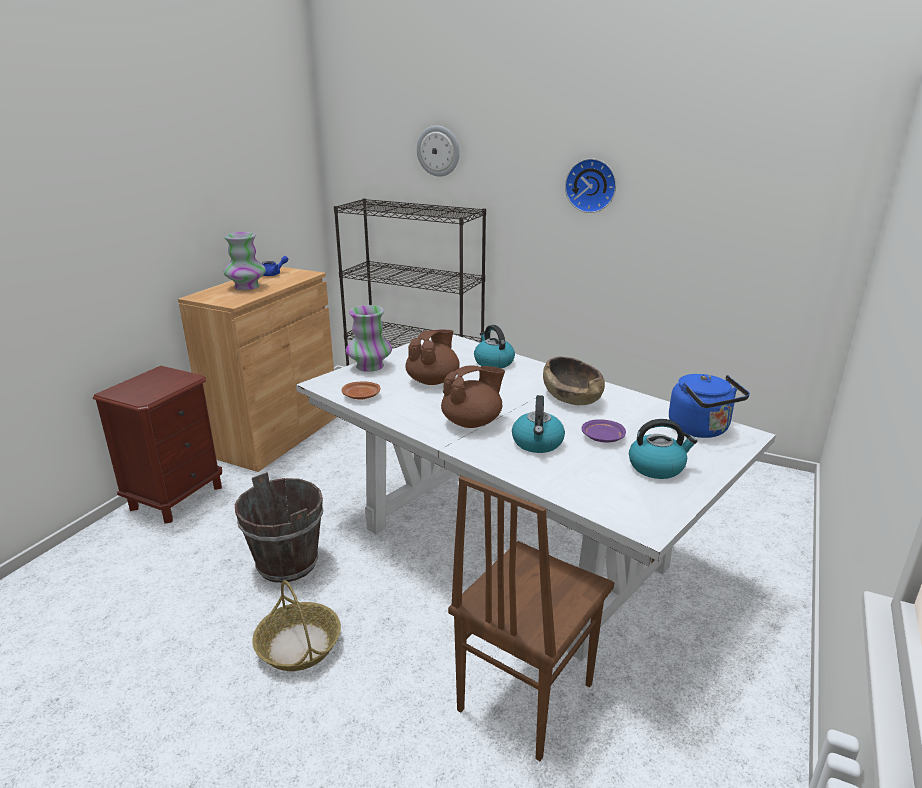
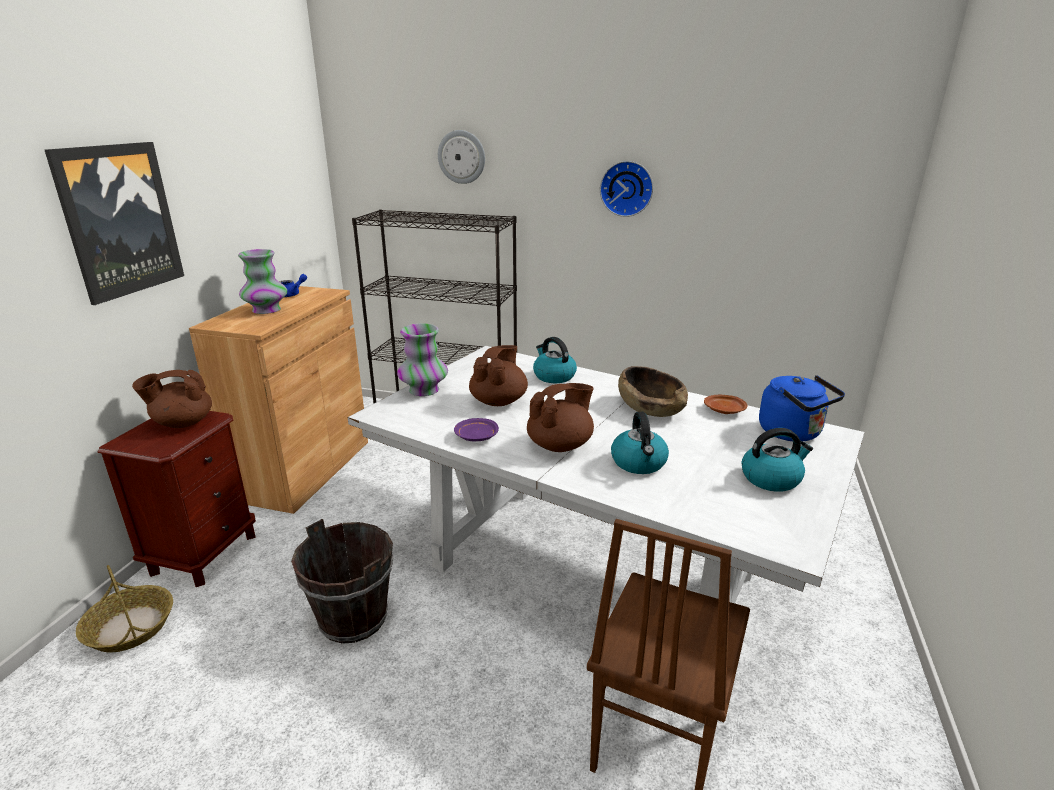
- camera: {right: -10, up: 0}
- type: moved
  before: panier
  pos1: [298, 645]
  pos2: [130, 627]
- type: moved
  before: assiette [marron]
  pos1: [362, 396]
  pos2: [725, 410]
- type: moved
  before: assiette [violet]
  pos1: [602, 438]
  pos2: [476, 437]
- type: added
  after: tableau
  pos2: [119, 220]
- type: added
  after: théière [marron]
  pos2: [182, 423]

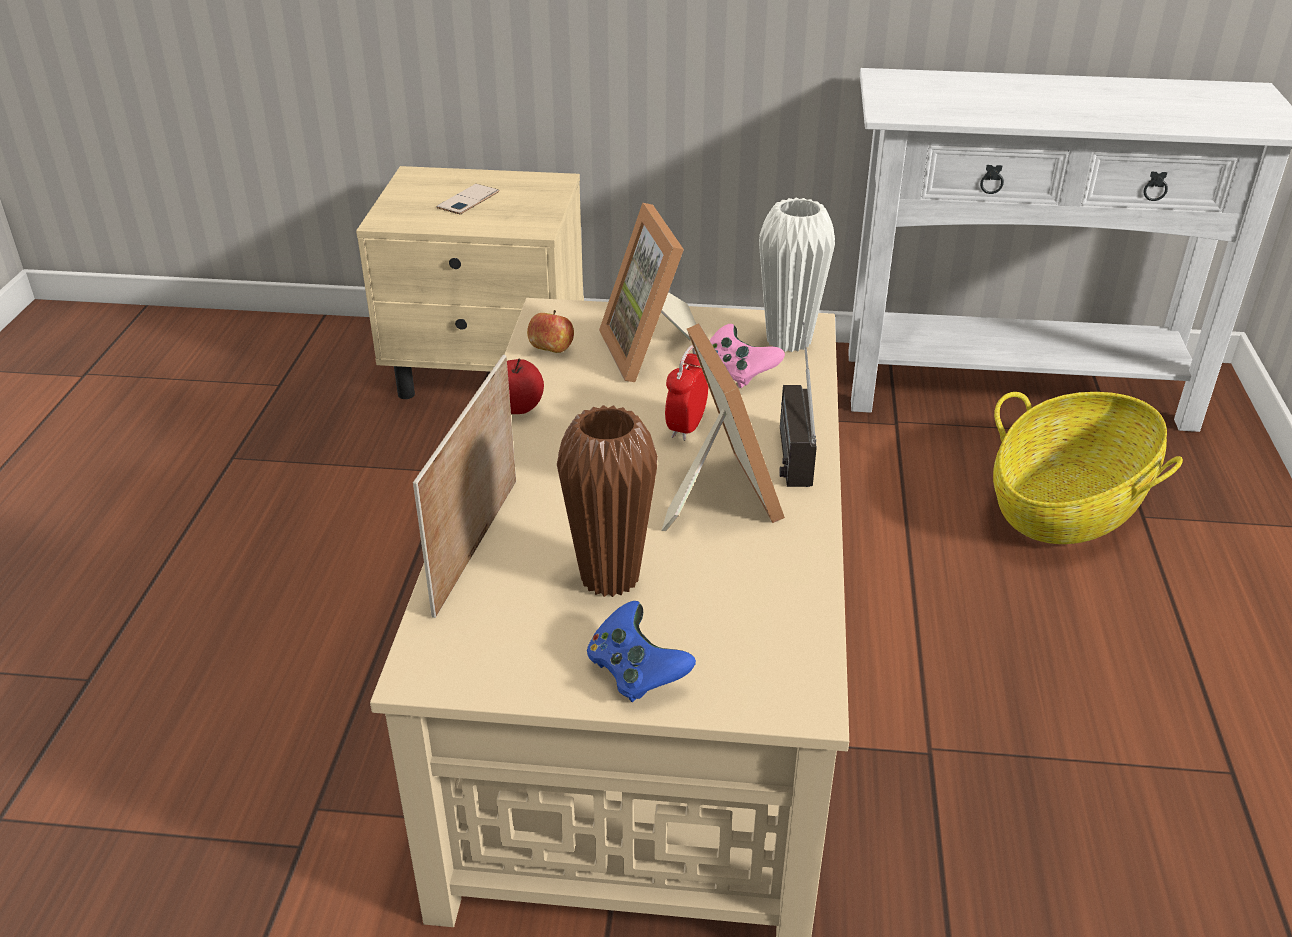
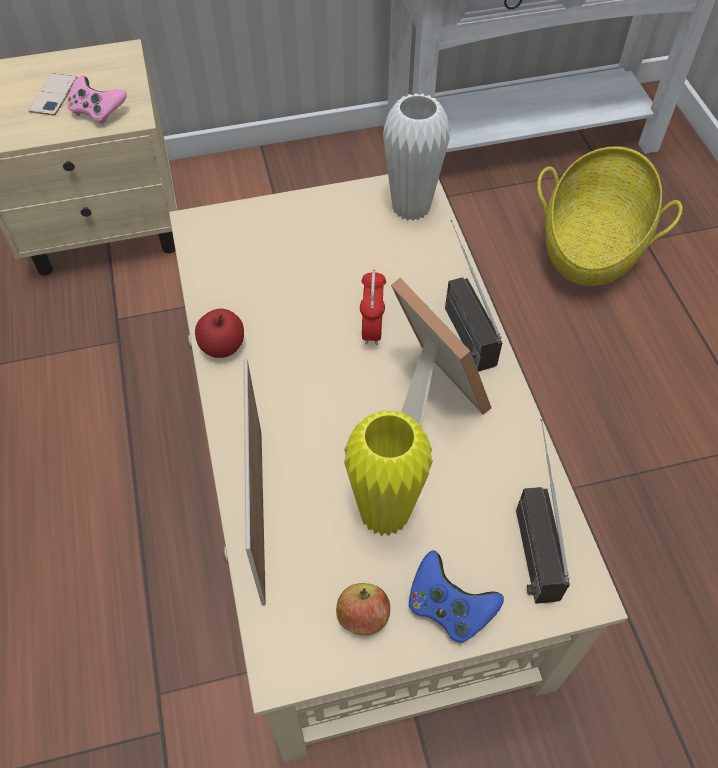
- camera: {right: -20, up: 20}
- type: moved
  before: pomme
  pos1: [551, 351]
  pos2: [363, 617]
- type: recoloured
  before: vase [marron]
  after: vase [jaune]
  pos1: [610, 578]
  pos2: [384, 514]
- type: removed
  before: cadre photo
  pos1: [652, 351]
- type: moved
  before: manette [rose]
  pos1: [737, 372]
  pos2: [97, 112]
- type: added
  after: radio
  pos2: [528, 529]

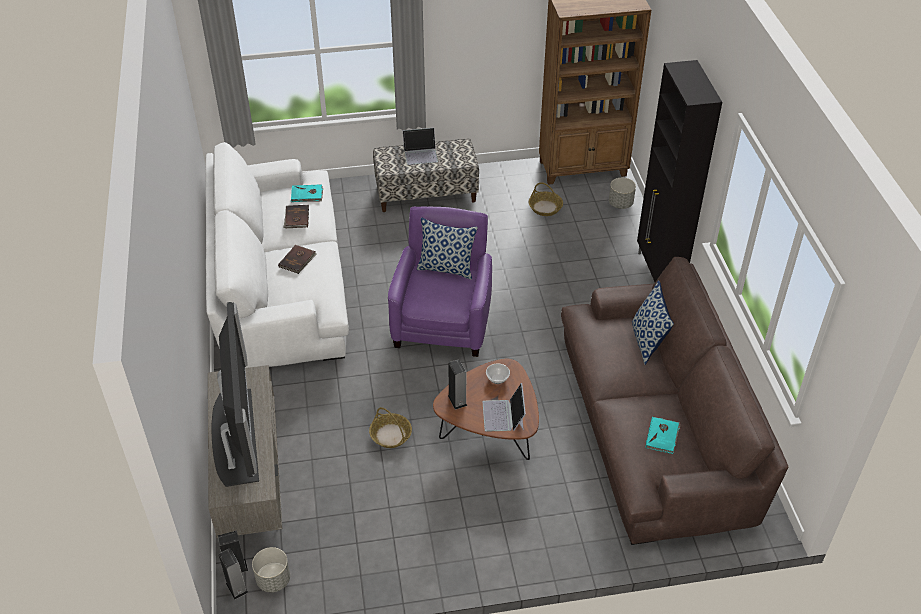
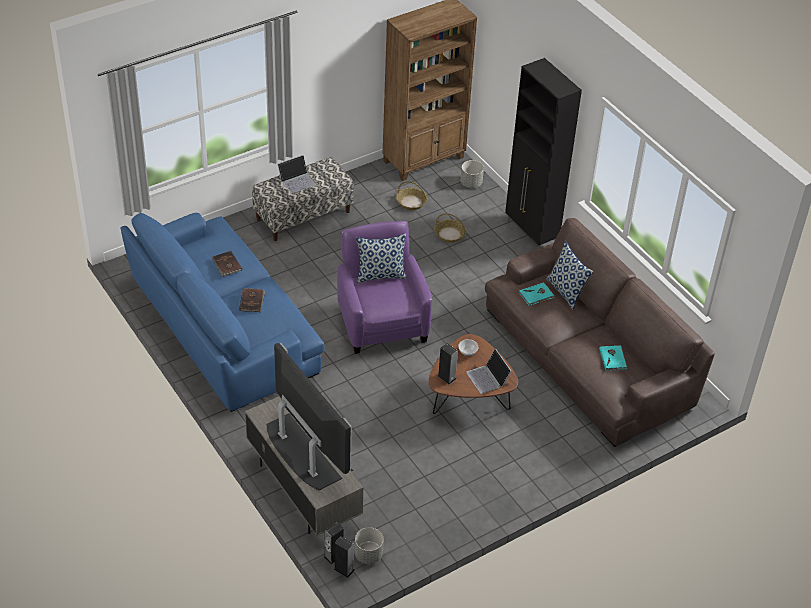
- camera: {right: -25, up: 0}
- type: recoloured
  before: canapé [blanc]
  after: canapé [bleu]
  pos1: [279, 281]
  pos2: [222, 325]
- type: moved
  before: livre [turquoise]
  pos1: [307, 195]
  pos2: [536, 295]
- type: moved
  before: panier
  pos1: [390, 435]
  pos2: [449, 234]

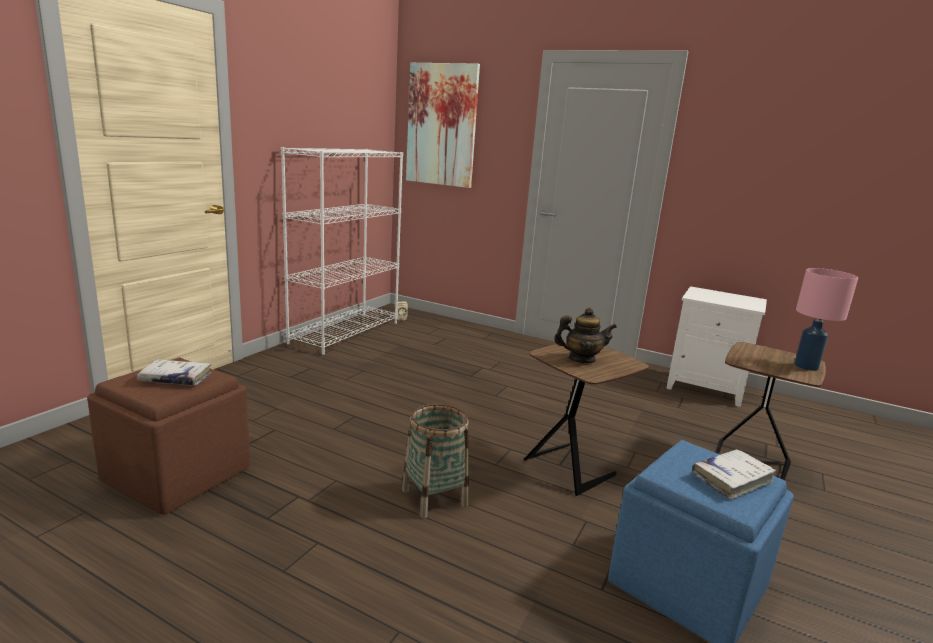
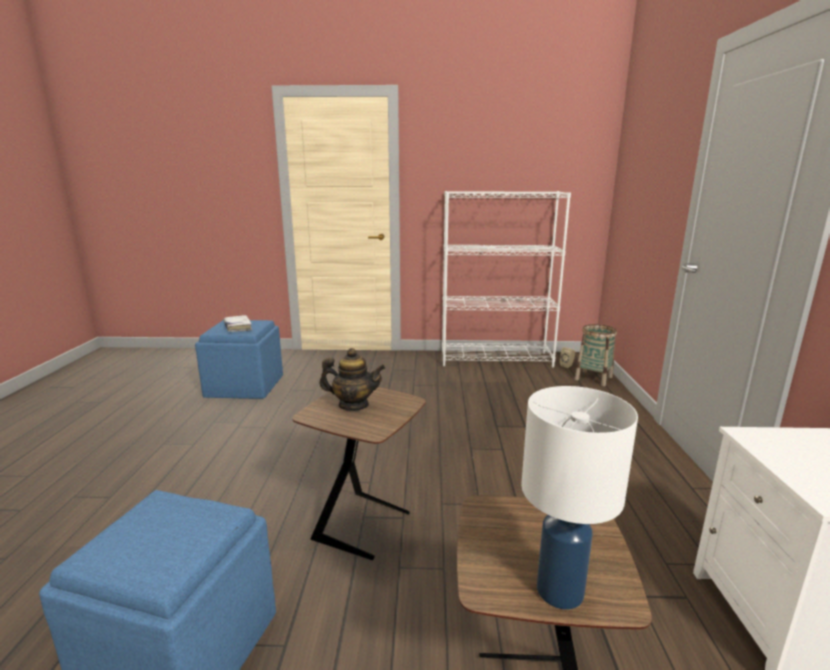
- camera: {right: 65, up: 0}
- type: recoloured
  before: pouf [marron]
  after: pouf [bleu]
  pos1: [177, 473]
  pos2: [246, 386]
- type: moved
  before: panier
  pos1: [434, 497]
  pos2: [593, 378]
- type: removed
  before: tableau
  pos1: [442, 125]
- type: turned
  before: théière
  pos1: [581, 359]
  pos2: [353, 405]
  turn: -60
- type: removed
  before: livre [blanc]
  pos1: [732, 479]
- type: recoloured
  before: lampe de table [rose]
  after: lampe de table [blanc]
  pos1: [806, 367]
  pos2: [558, 591]

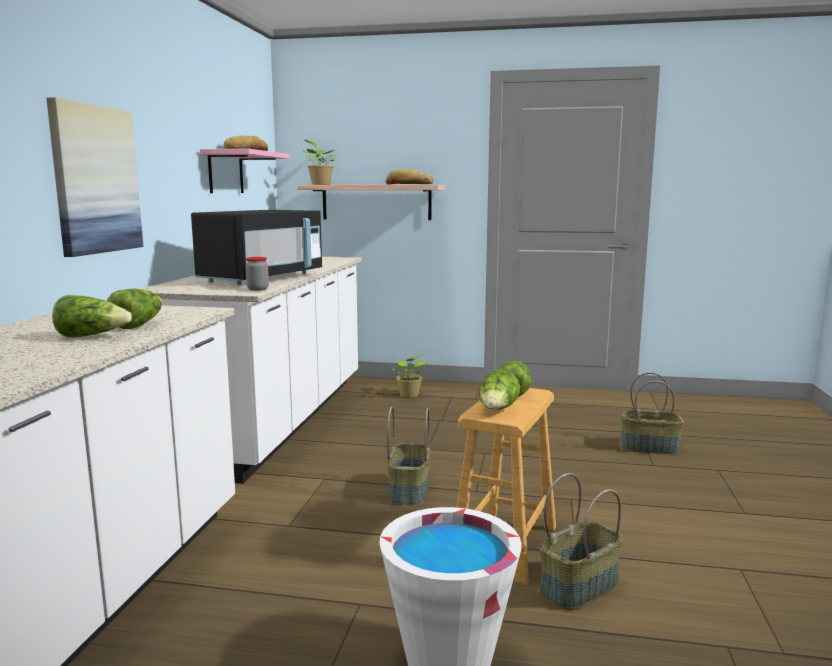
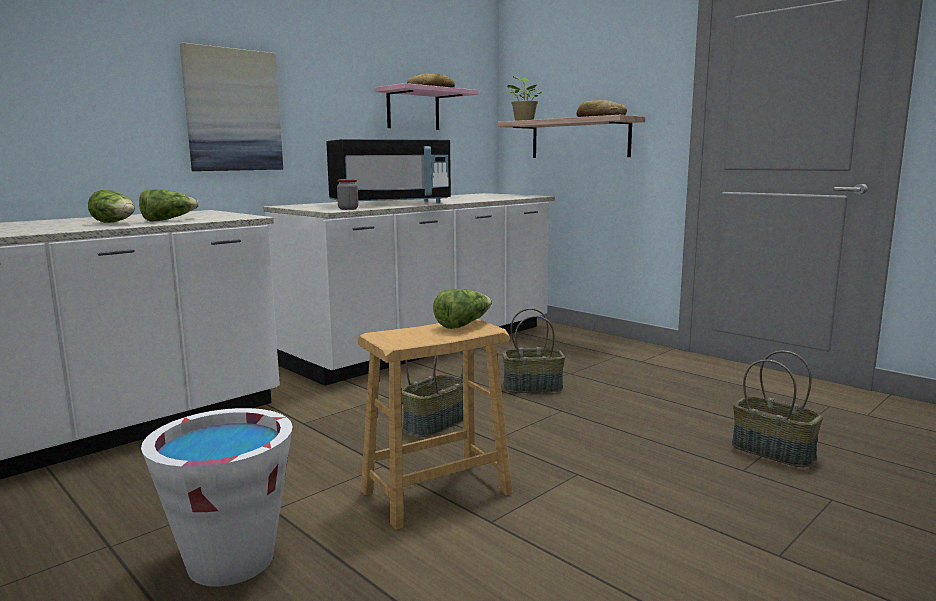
- camera: {right: 35, up: 0}
- type: removed
  before: plante en pot
  pos1: [409, 395]
- type: removed
  before: laitue
  pos1: [498, 410]
- type: moved
  before: panier
  pos1: [578, 586]
  pos2: [533, 387]

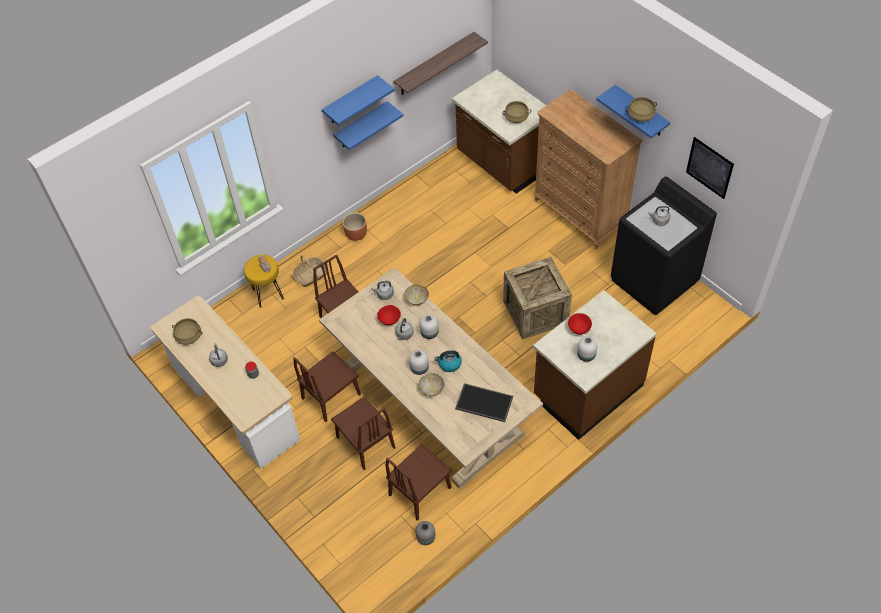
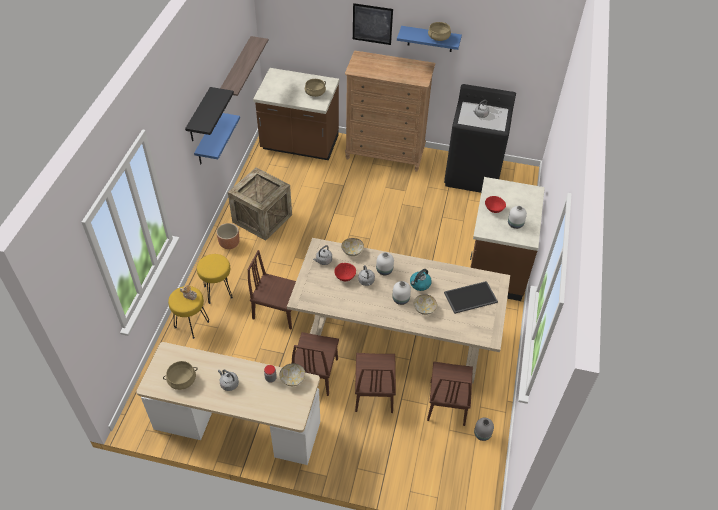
- camera: {right: -40, up: -5}
- type: replaced
  before: panier
  after: tabouret [jaune]
  pos1: [311, 276]
  pos2: [218, 292]
- type: recoloured
  before: étagère [bleu]
  after: étagère [noir]
  pos1: [351, 101]
  pos2: [199, 116]
- type: turned
  before: chaise [marron]
  pos1: [365, 442]
  pos2: [374, 392]
  turn: 75
- type: moved
  before: caisse
  pos1: [535, 312]
  pos2: [262, 218]
- type: moved
  before: tableau
  pos1: [709, 167]
  pos2: [372, 24]
- type: added
  after: bol
  pos2: [292, 379]

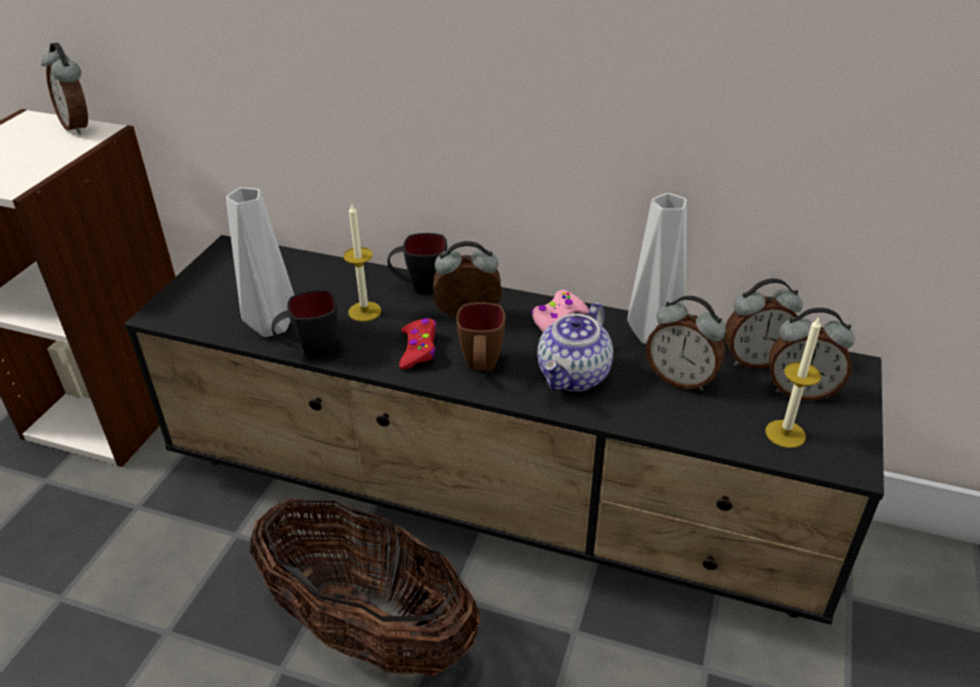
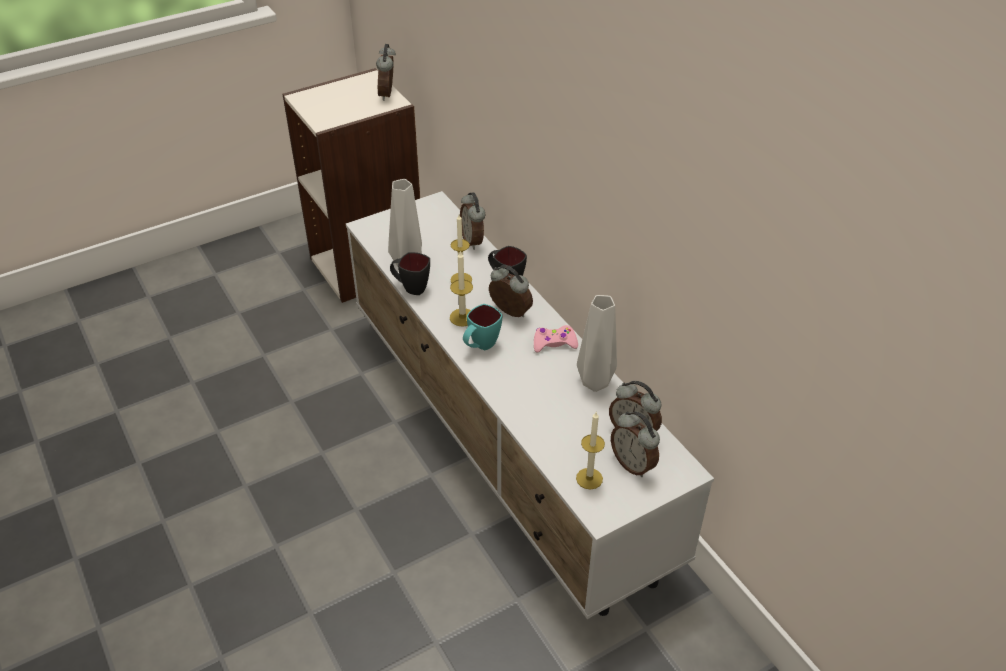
- camera: {right: 40, up: 5}
- type: recoloured
  before: meuble télé [noir]
  after: meuble télé [blanc]
  pos1: [495, 503]
  pos2: [504, 442]
- type: removed
  before: panier
  pos1: [368, 630]
- type: replaced
  before: manette [rouge]
  after: bougie
  pos1: [418, 349]
  pos2: [462, 317]
- type: recoloured
  before: mug [marron]
  after: mug [turquoise]
  pos1: [481, 368]
  pos2: [480, 346]
- type: removed
  before: théière
  pos1: [574, 376]
- type: moved
  before: réveil
  pos1: [681, 379]
  pos2: [473, 241]

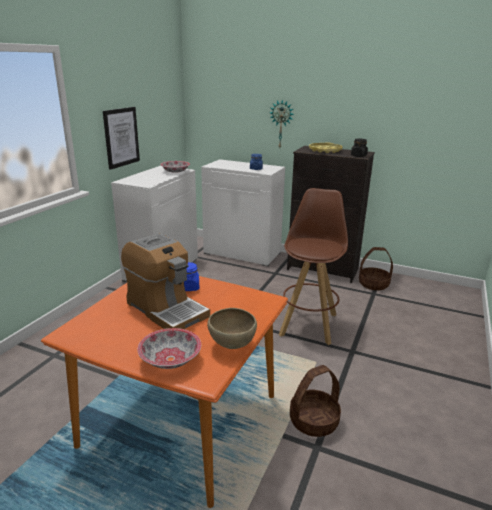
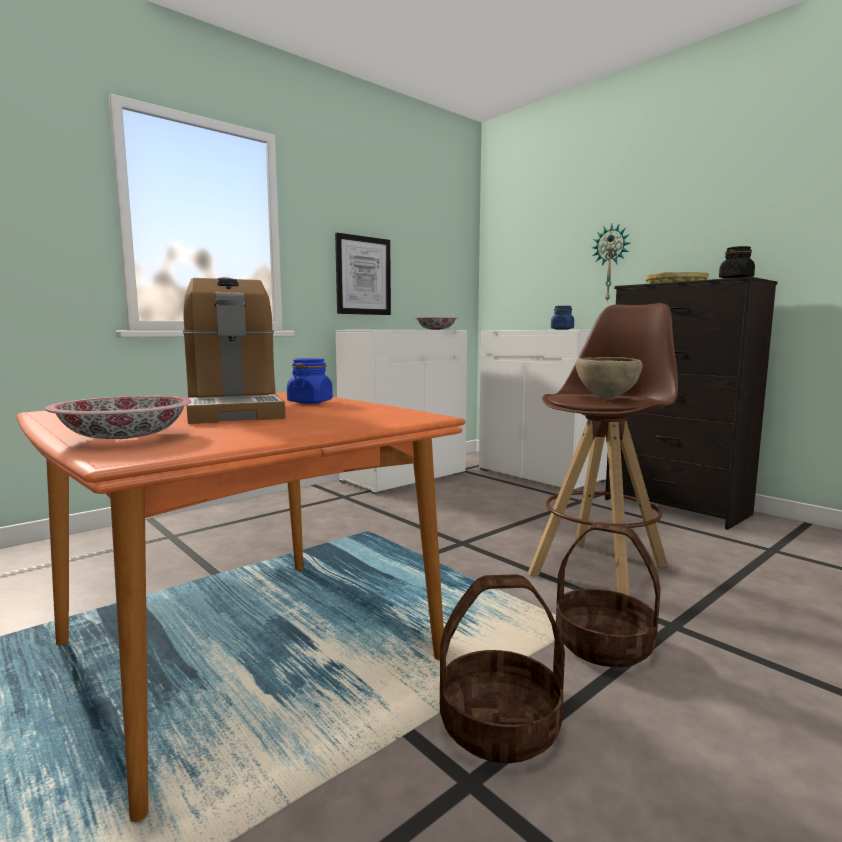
- camera: {right: 25, up: -15}
- type: moved
  before: bol [marron]
  pos1: [231, 345]
  pos2: [606, 397]
- type: moved
  before: panier
  pos1: [373, 284]
  pos2: [604, 644]

